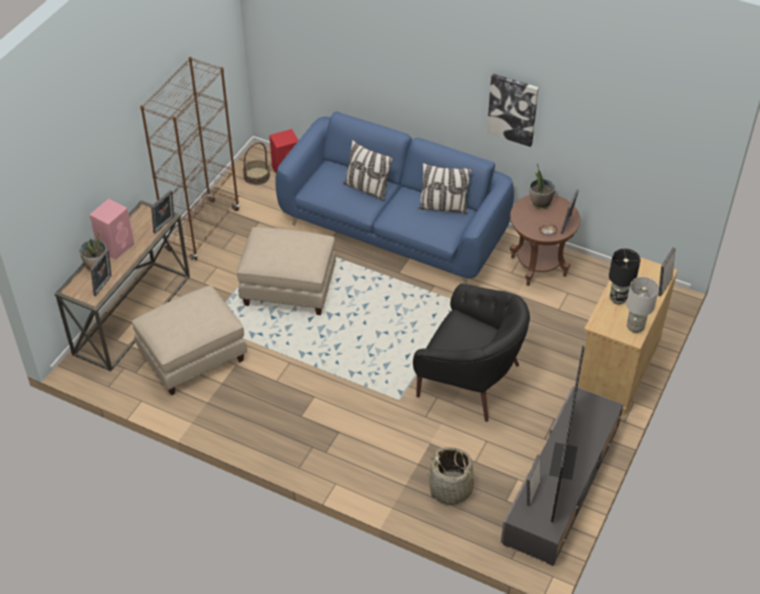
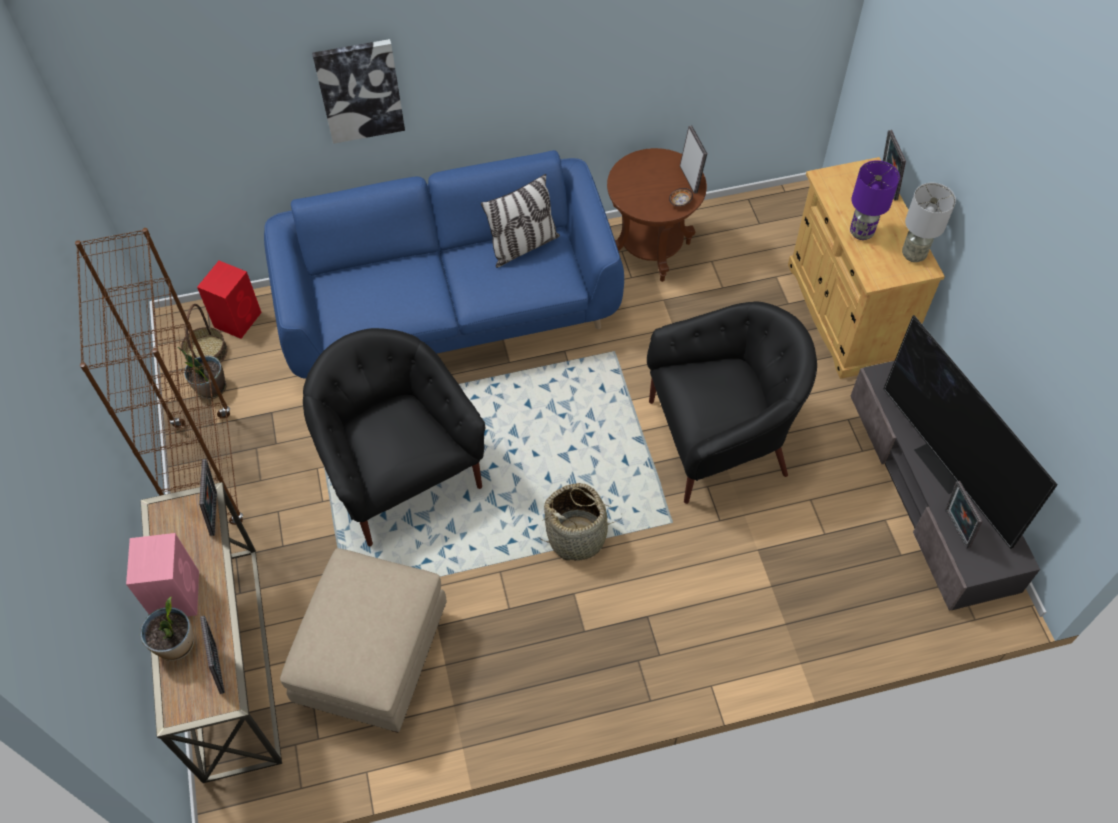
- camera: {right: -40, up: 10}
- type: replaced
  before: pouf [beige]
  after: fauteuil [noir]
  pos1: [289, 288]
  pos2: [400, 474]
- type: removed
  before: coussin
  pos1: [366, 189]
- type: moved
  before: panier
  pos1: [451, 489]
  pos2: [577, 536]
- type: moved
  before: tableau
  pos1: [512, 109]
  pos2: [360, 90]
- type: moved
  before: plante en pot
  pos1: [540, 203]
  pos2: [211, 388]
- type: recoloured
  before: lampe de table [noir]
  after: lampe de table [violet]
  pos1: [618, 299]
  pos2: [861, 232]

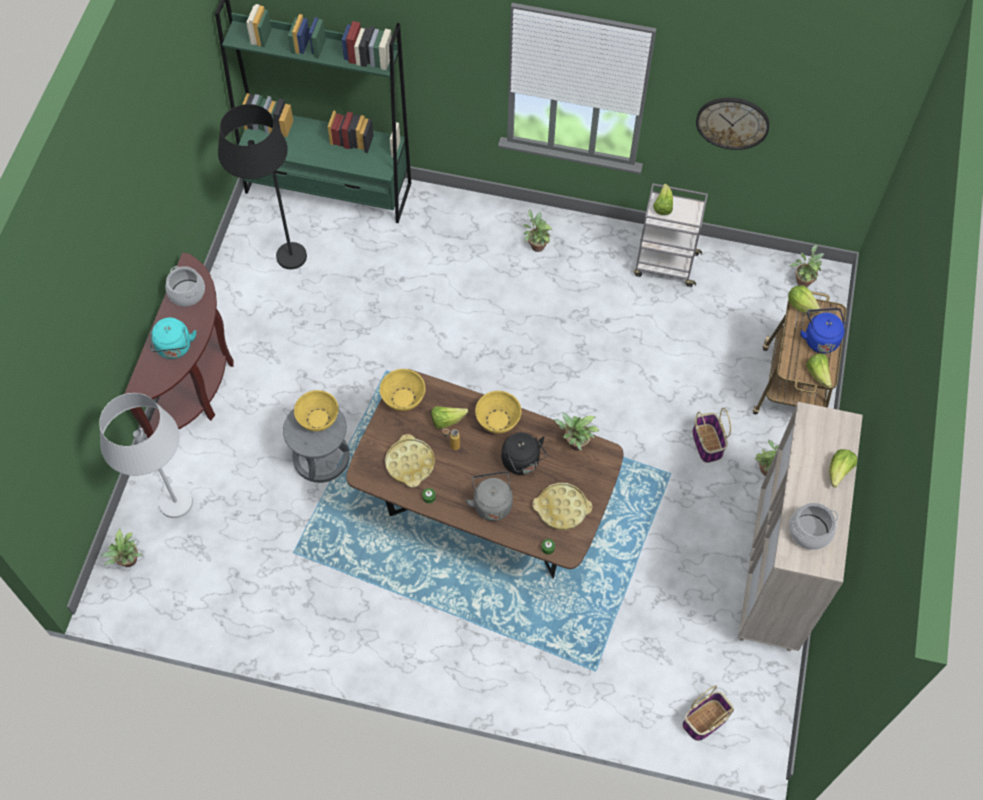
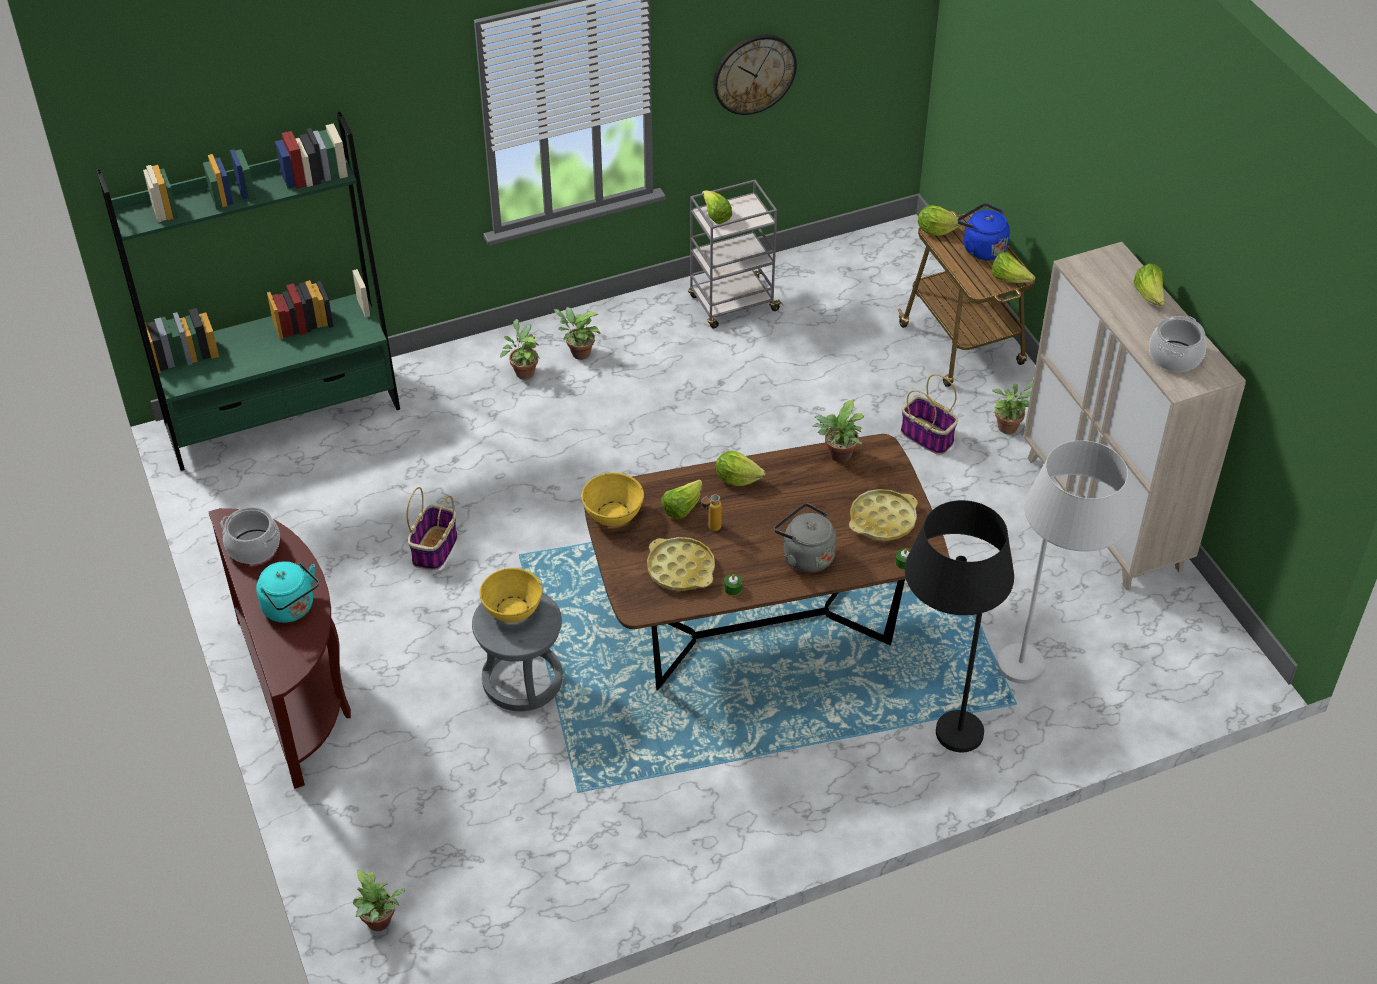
- camera: {right: -35, up: -15}
- type: moved
  before: lampadaire [blanc]
  pos1: [178, 519]
  pos2: [1042, 679]
- type: moved
  before: lampadaire [noir]
  pos1: [275, 252]
  pos2: [934, 739]
- type: replaced
  before: bol [jaune]
  after: laitue
  pos1: [498, 420]
  pos2: [737, 479]
- type: removed
  before: bouilloire [noir]
  pos1: [522, 462]
- type: moved
  before: panier
  pos1: [705, 721]
  pos2: [435, 550]
- type: moved
  before: plante en pot
  pos1: [803, 280]
  pos2: [523, 371]

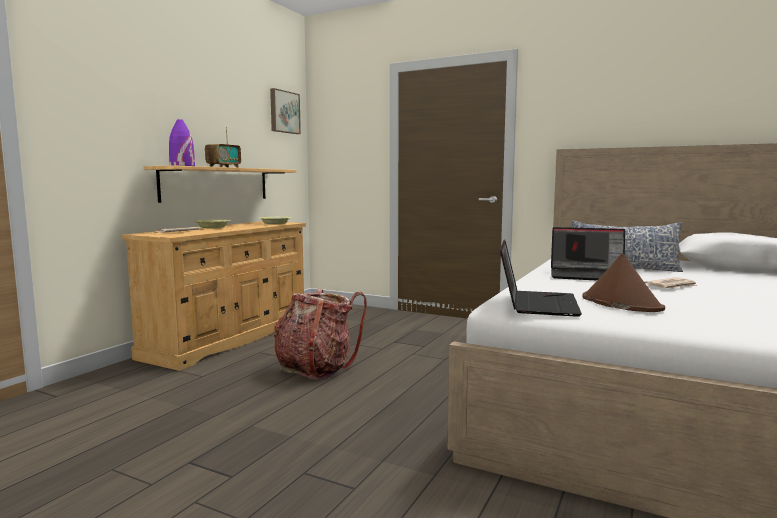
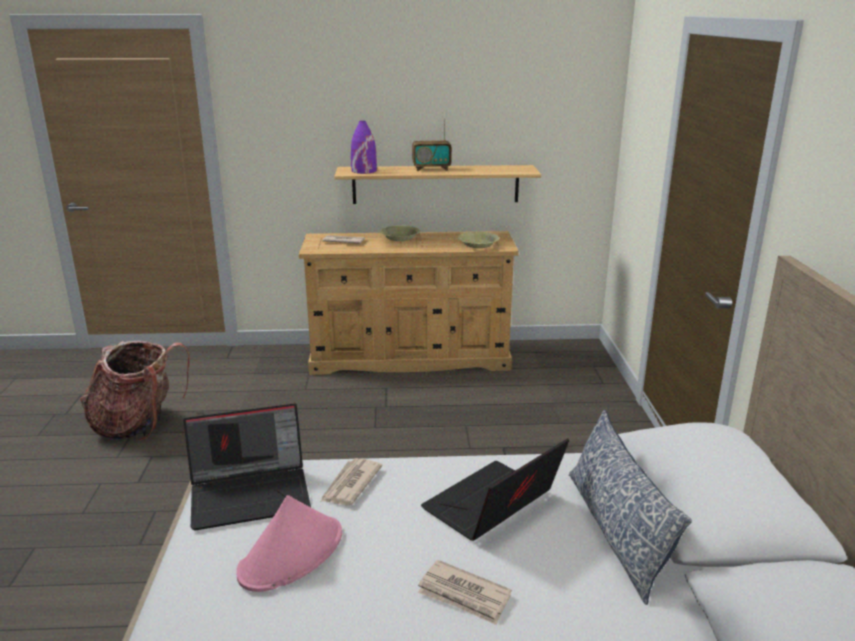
- camera: {right: 60, up: 15}
- type: removed
  before: tableau
  pos1: [284, 112]
- type: moved
  before: sac à dos
  pos1: [316, 368]
  pos2: [139, 425]
- type: turned
  before: ordinateur portable
  pos1: [589, 275]
  pos2: [492, 506]
  turn: 60
- type: recoloured
  before: chapeau [marron]
  after: chapeau [rose]
  pos1: [620, 303]
  pos2: [292, 553]
- type: added
  after: journal
  pos2: [350, 484]

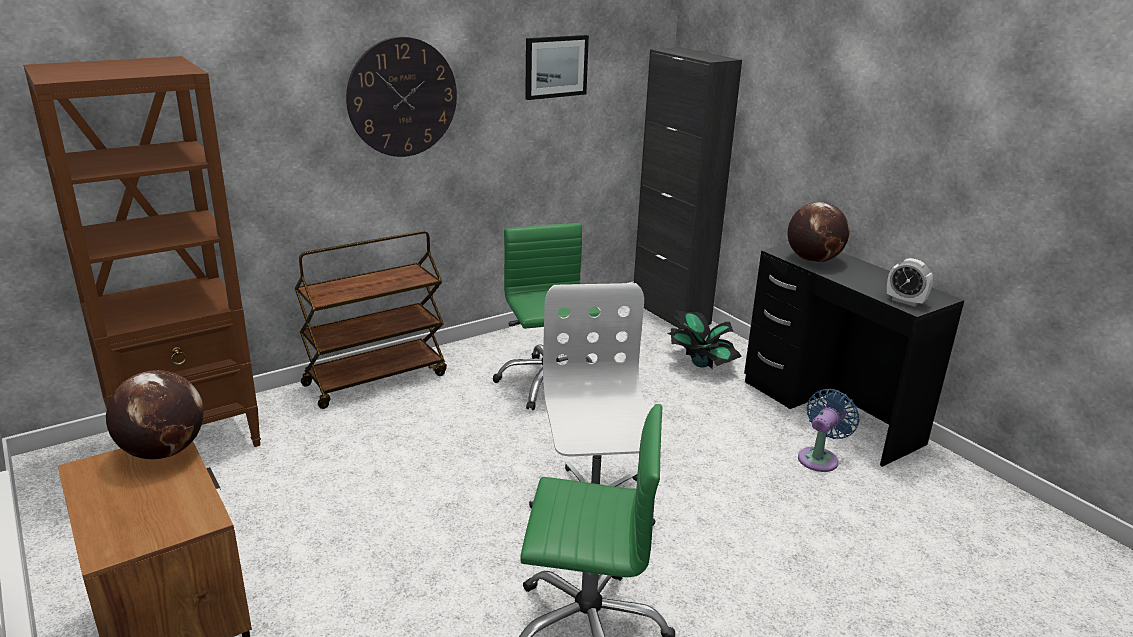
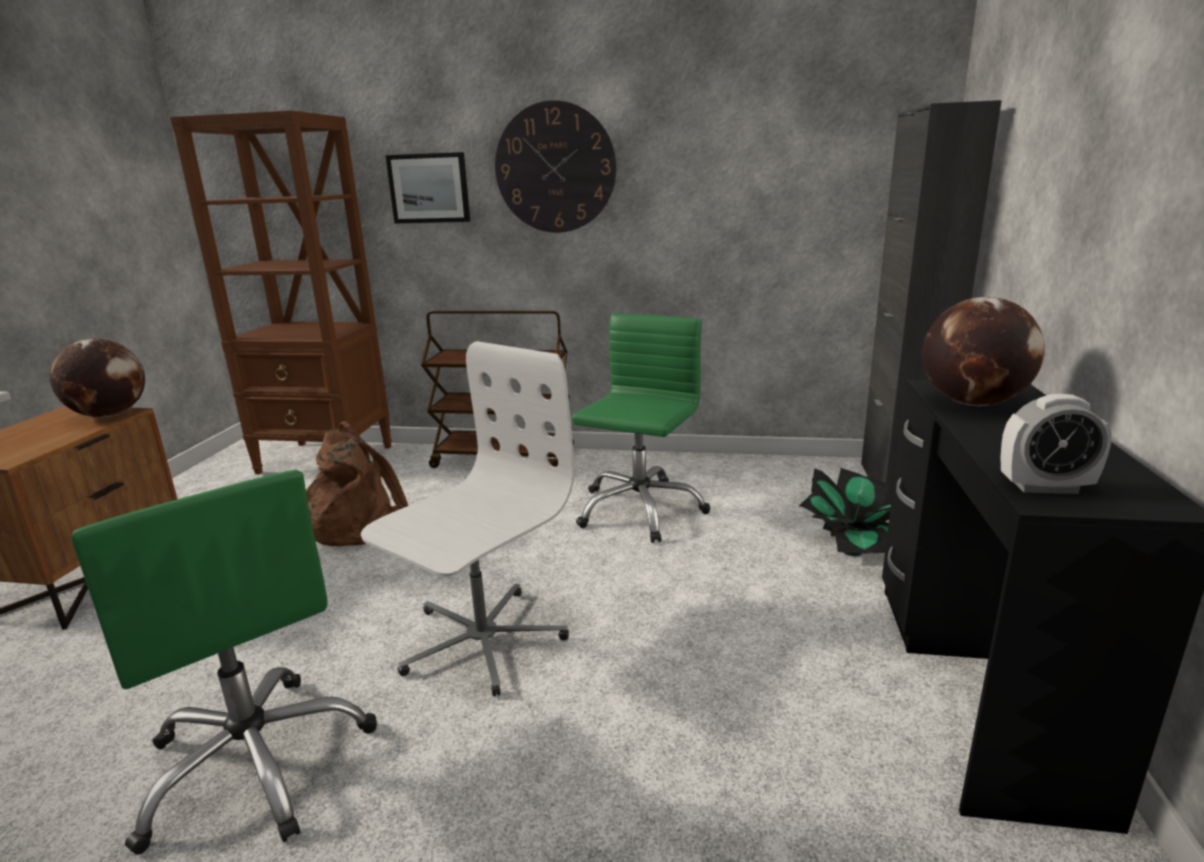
- camera: {right: 45, up: -5}
- type: moved
  before: tableau
  pos1: [555, 66]
  pos2: [429, 188]
- type: removed
  before: ventilateur [bleu]
  pos1: [820, 458]
- type: turned
  before: réveil
  pos1: [905, 301]
  pos2: [1045, 487]
  turn: -75
- type: added
  after: sac à dos [marron]
  pos2: [355, 524]

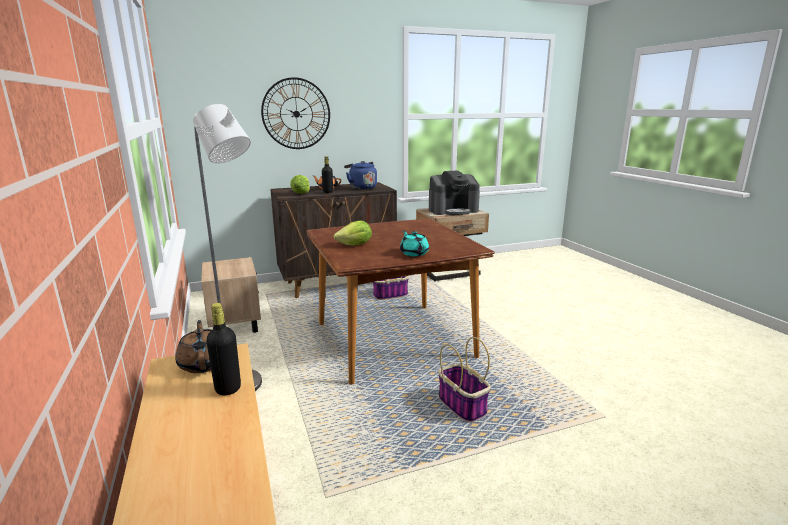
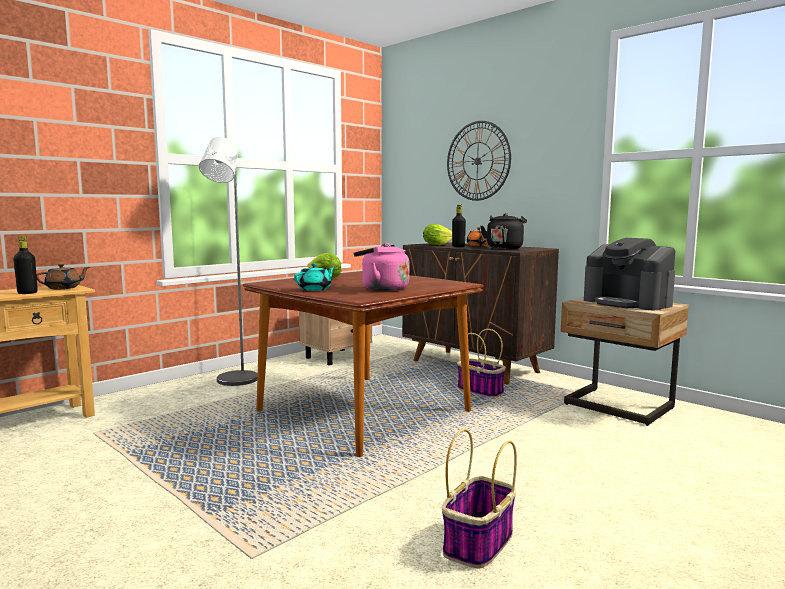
- camera: {right: 65, up: -10}
- type: recoloured
  before: bouilloire [bleu]
  after: bouilloire [noir]
  pos1: [361, 188]
  pos2: [504, 248]
- type: moved
  before: panier
  pos1: [463, 406]
  pos2: [478, 544]
- type: added
  after: bouilloire [rose]
  pos2: [382, 289]

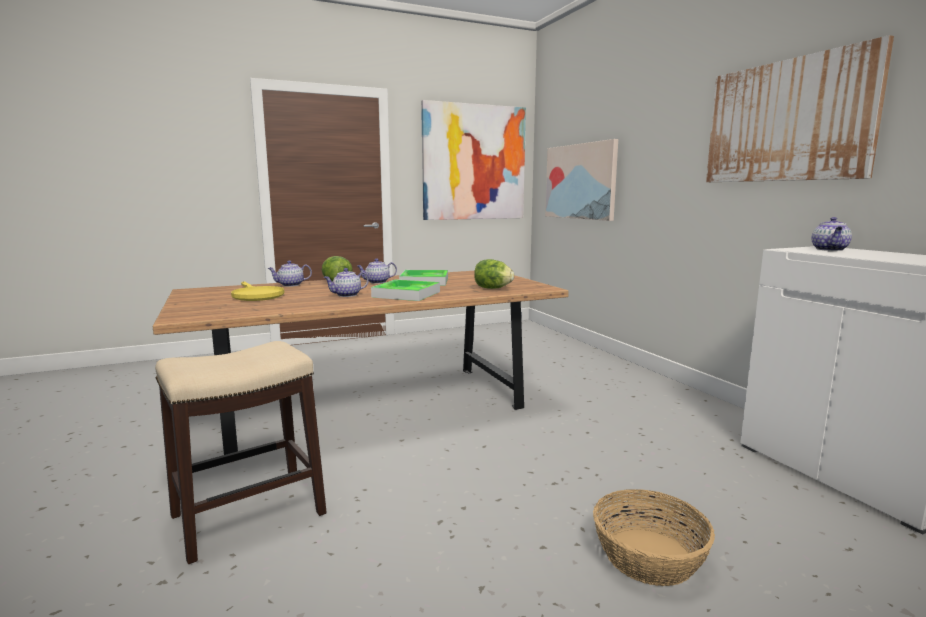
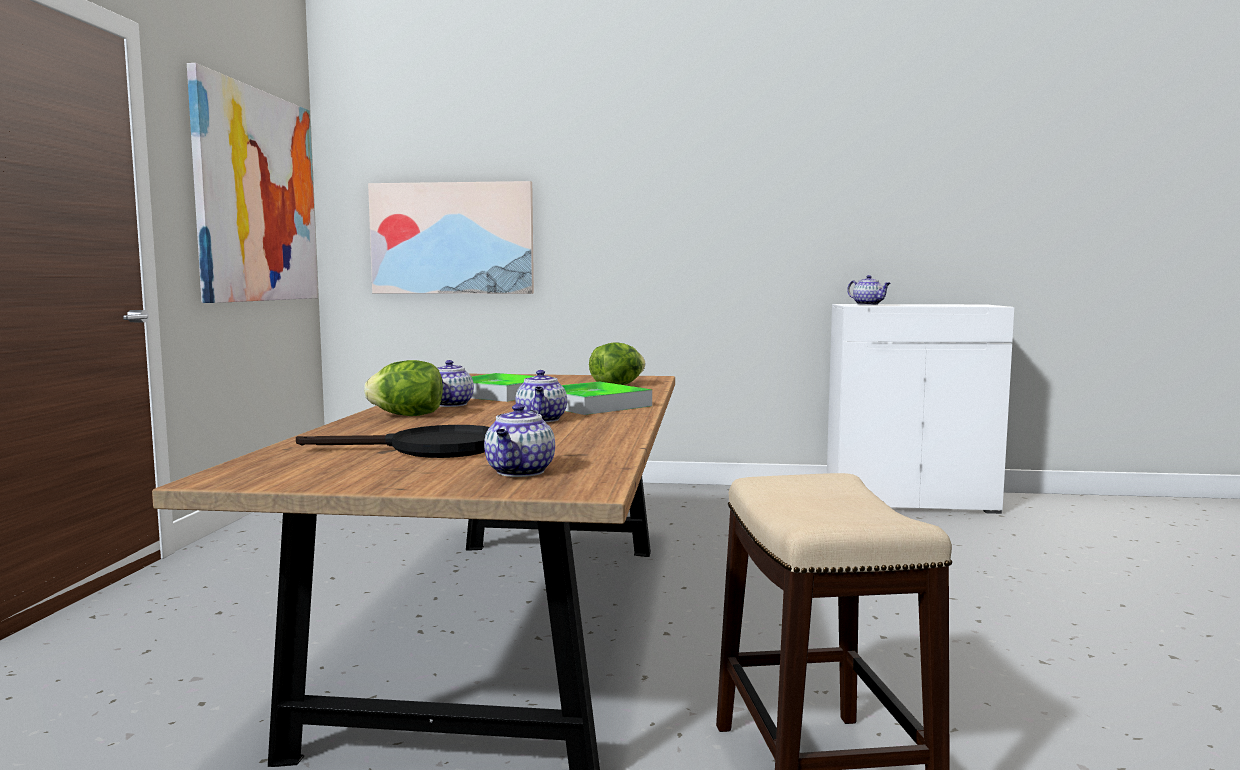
- camera: {right: -60, up: -5}
- type: recoloured
  before: poêle [jaune]
  after: poêle [noir]
  pos1: [256, 295]
  pos2: [430, 449]
- type: moved
  before: théière
  pos1: [290, 285]
  pos2: [520, 472]
- type: removed
  before: panier
  pos1: [649, 556]
- type: removed
  before: tableau
  pos1: [786, 121]

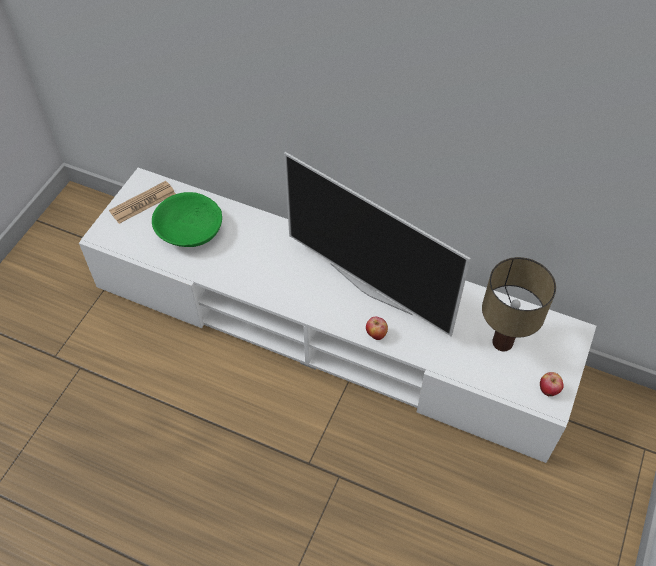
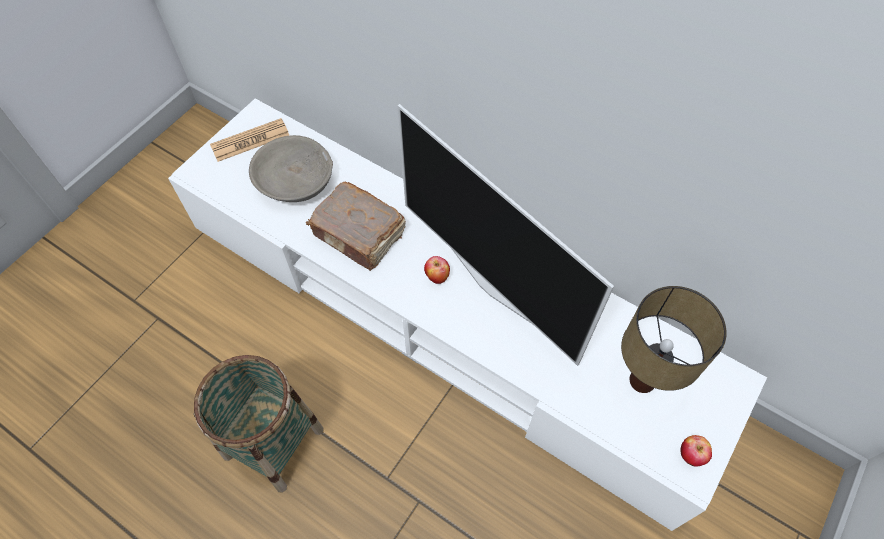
- camera: {right: 10, up: 5}
- type: recoloured
  before: bol [vert]
  after: bol [gris]
  pos1: [189, 230]
  pos2: [295, 181]
- type: moved
  before: pomme
  pos1: [376, 334]
  pos2: [437, 277]
- type: added
  after: panier
  pos2: [273, 442]
- type: added
  after: livre [marron]
  pos2: [359, 235]

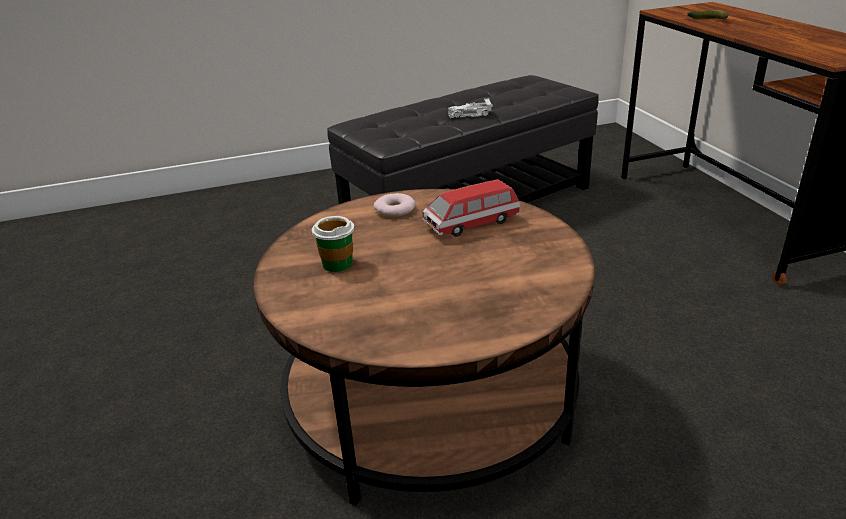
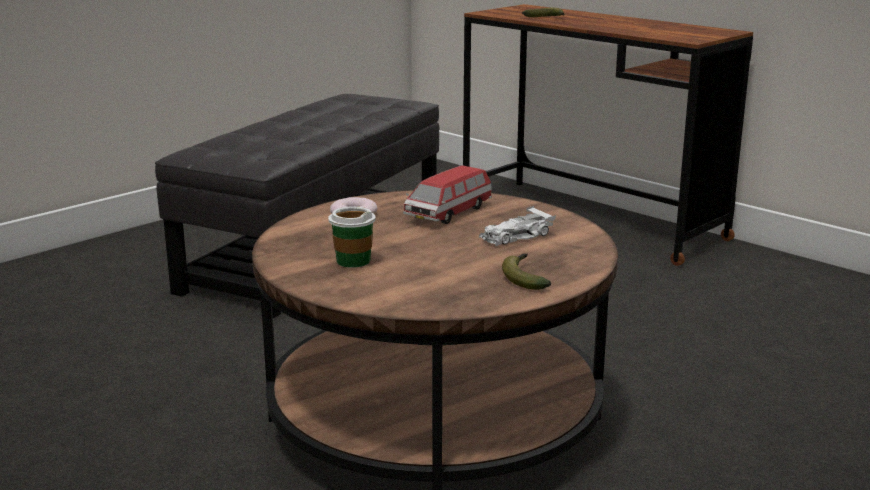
- camera: {right: -30, up: -10}
- type: moved
  before: petite voiture [blanc]
  pos1: [469, 114]
  pos2: [515, 236]
- type: added
  after: banane
  pos2: [524, 278]

